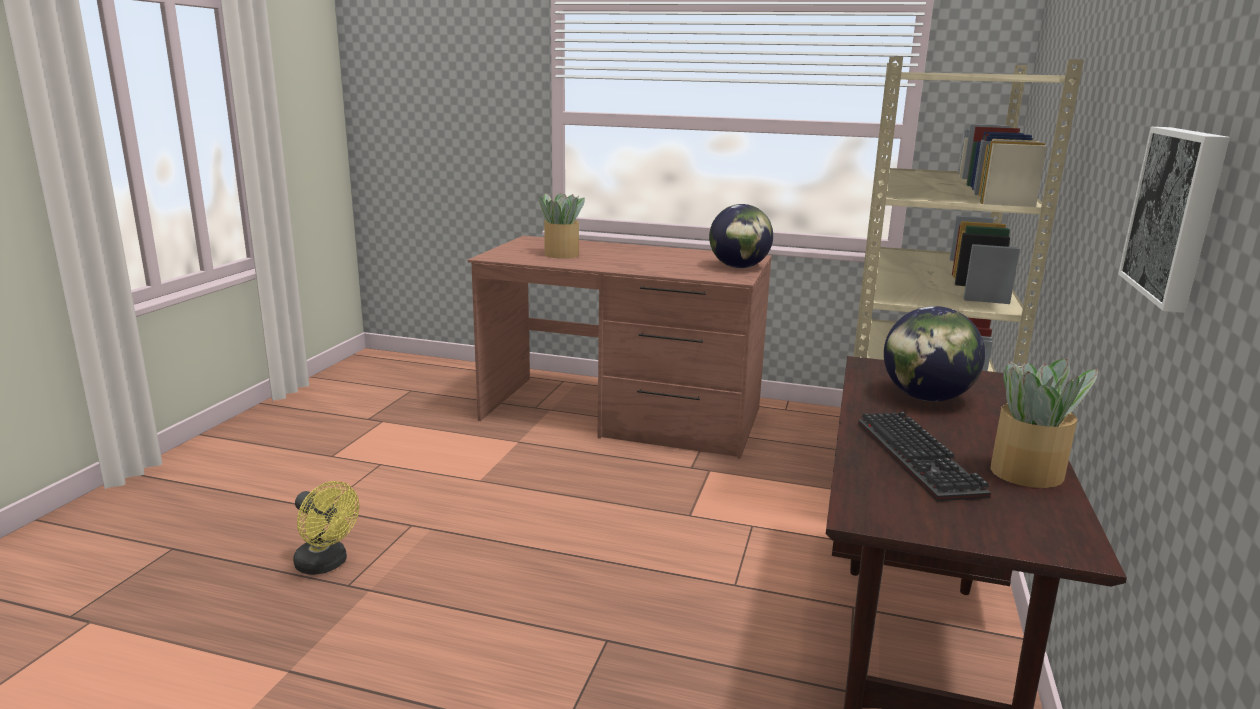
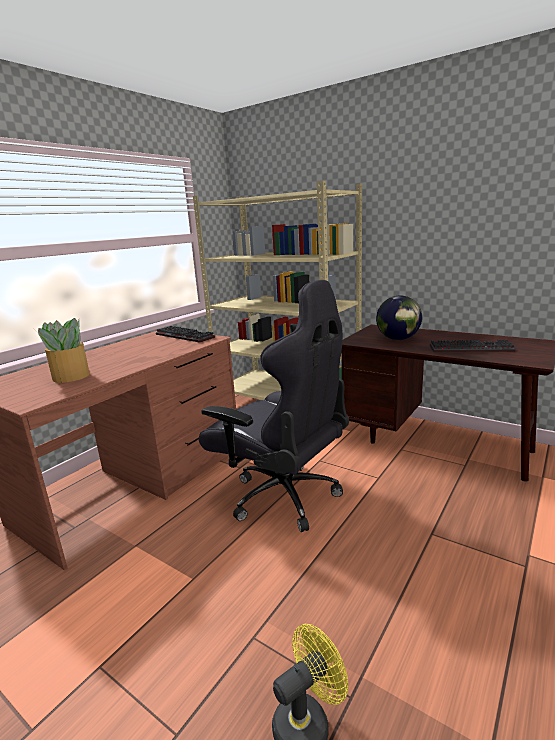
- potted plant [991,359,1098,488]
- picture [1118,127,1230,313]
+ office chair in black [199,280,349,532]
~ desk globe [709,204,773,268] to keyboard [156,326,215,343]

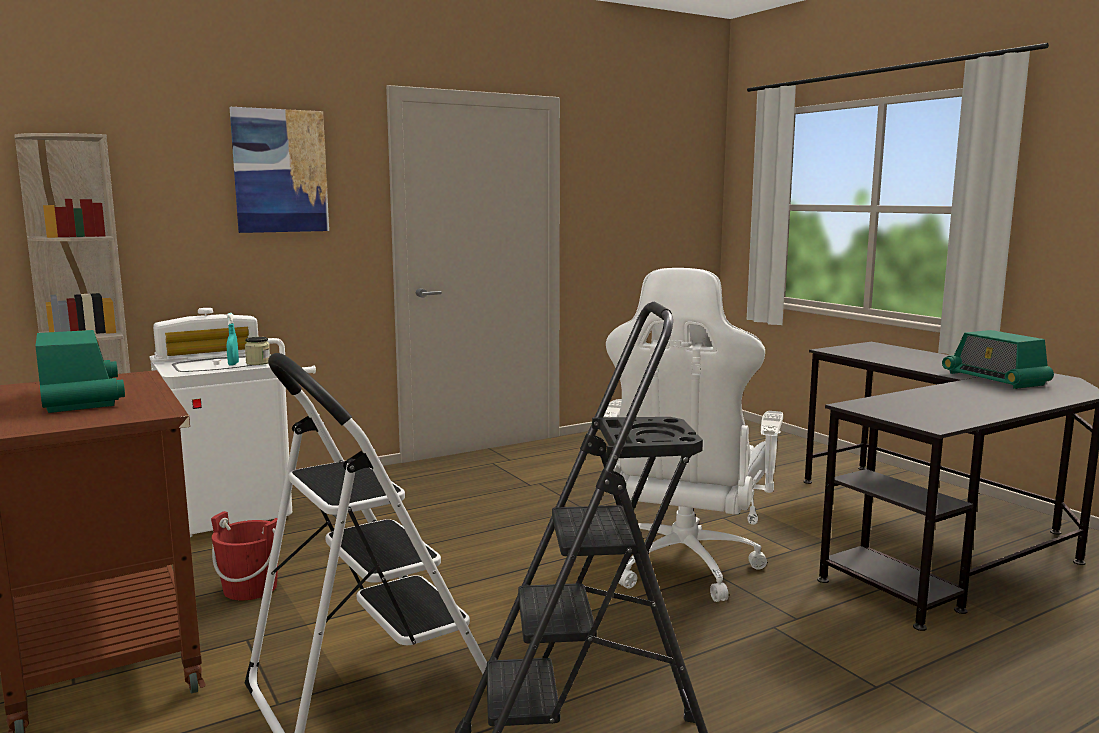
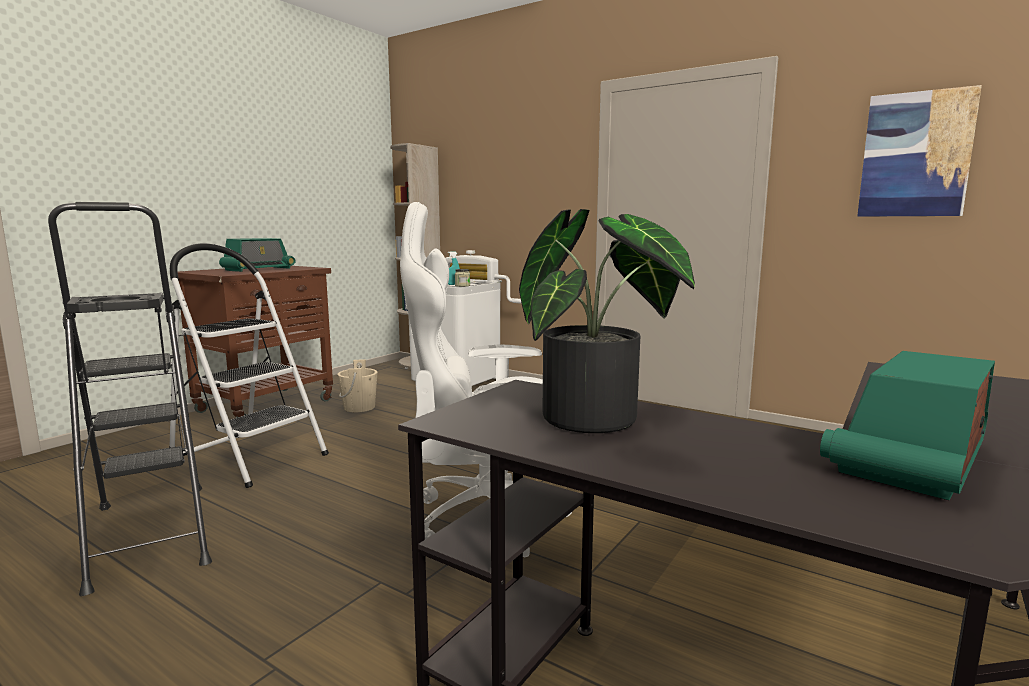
+ potted plant [519,209,695,433]
~ picture [230,107,329,233] to [857,85,982,217]
~ water bucket in red-coloured [211,511,278,600] to water bucket in sand-coloured [337,360,378,412]

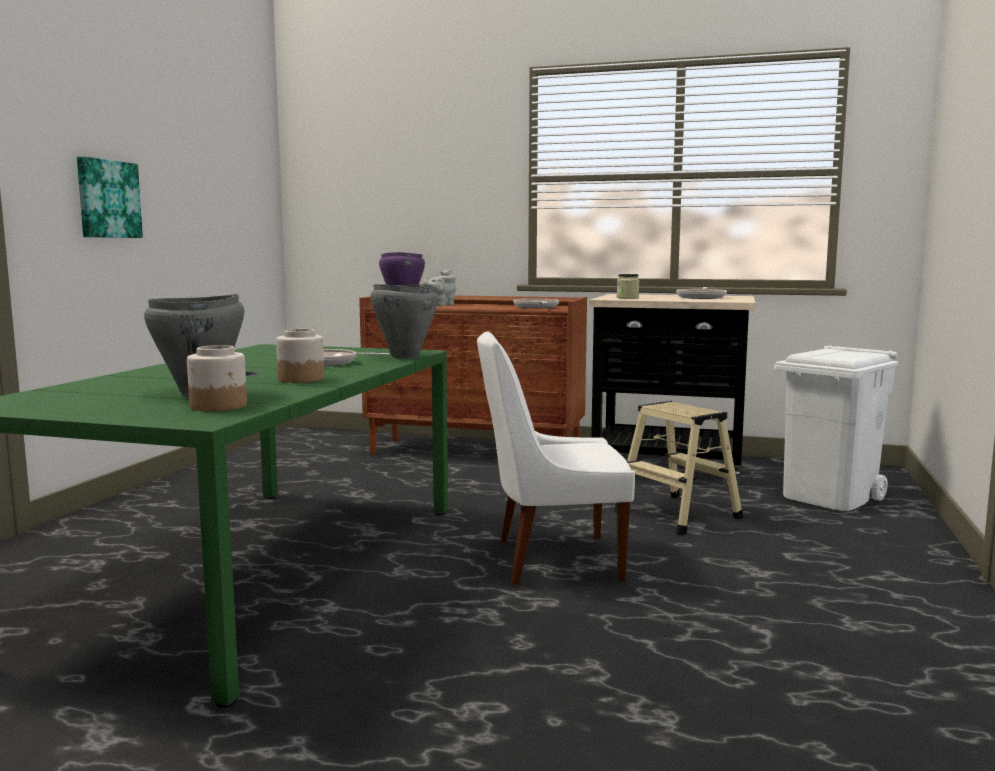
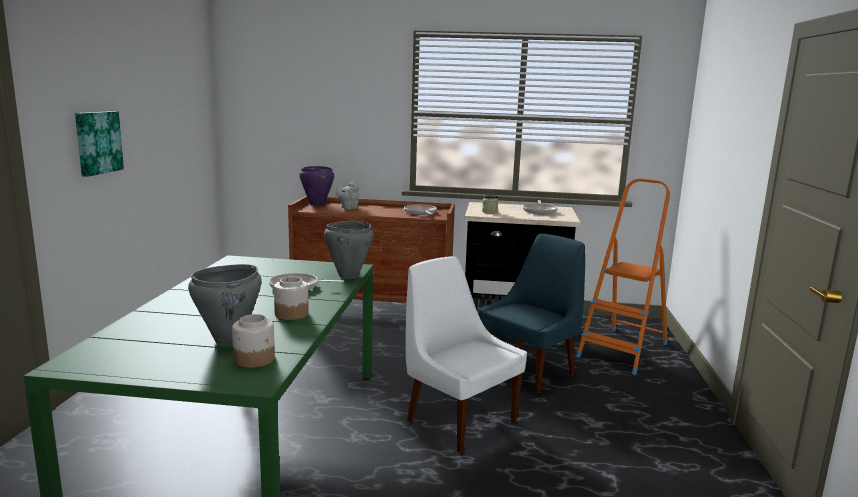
~ step ladder in sand-coloured [614,401,744,535] to chair in bluish [478,233,585,394]
~ trash can in white [774,345,898,511] to step ladder in orangey [576,178,670,375]
~ chair in white [477,332,635,585] = [405,256,527,453] 60 degrees clockwise

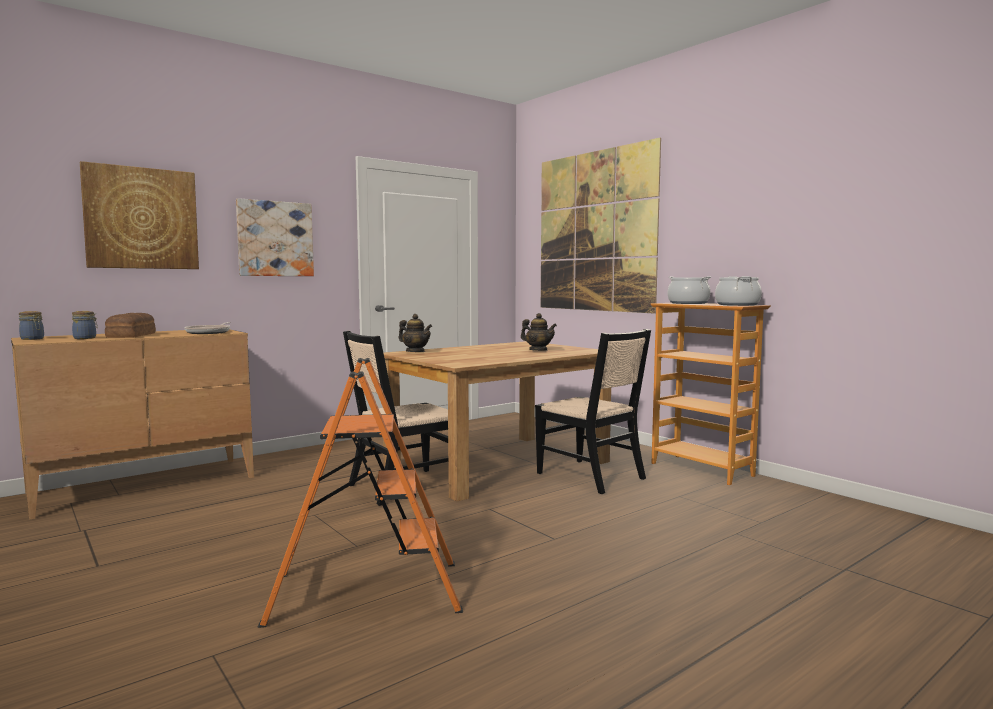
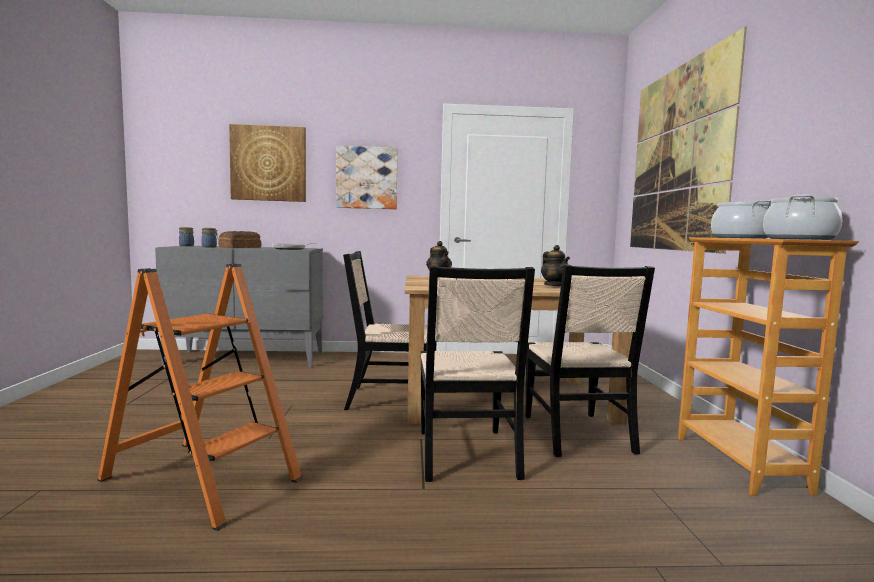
+ chair [421,265,535,482]
~ cupboard in brown [11,329,254,520] to cupboard in greyish [155,246,323,367]

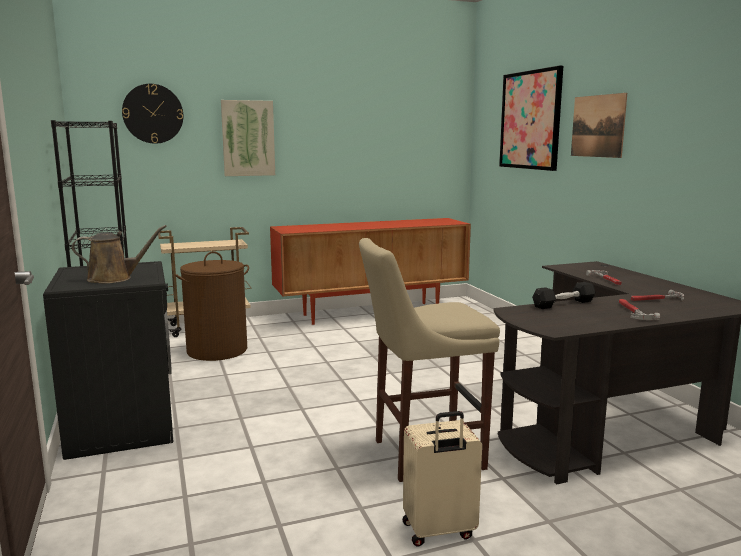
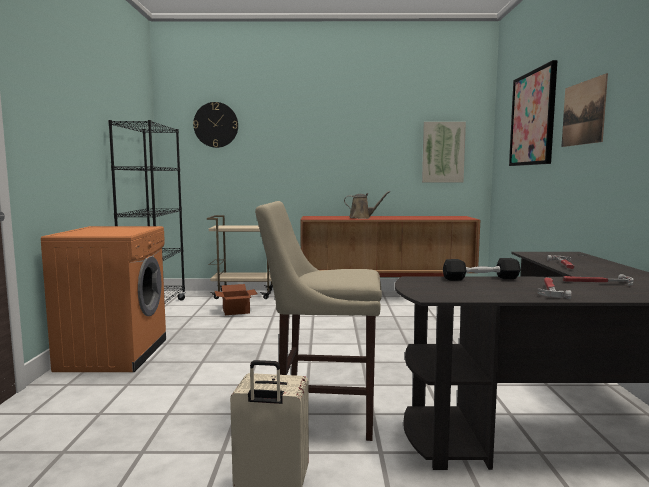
~ watering can in brown [72,225,167,283] to [344,191,390,219]
~ picture [221,100,275,176] to [422,122,466,182]
~ laundry basket in brown [175,251,249,361] to packing box [215,284,257,315]
~ laundry appliance in black [43,261,173,460] to laundry appliance in orangey [41,226,166,372]

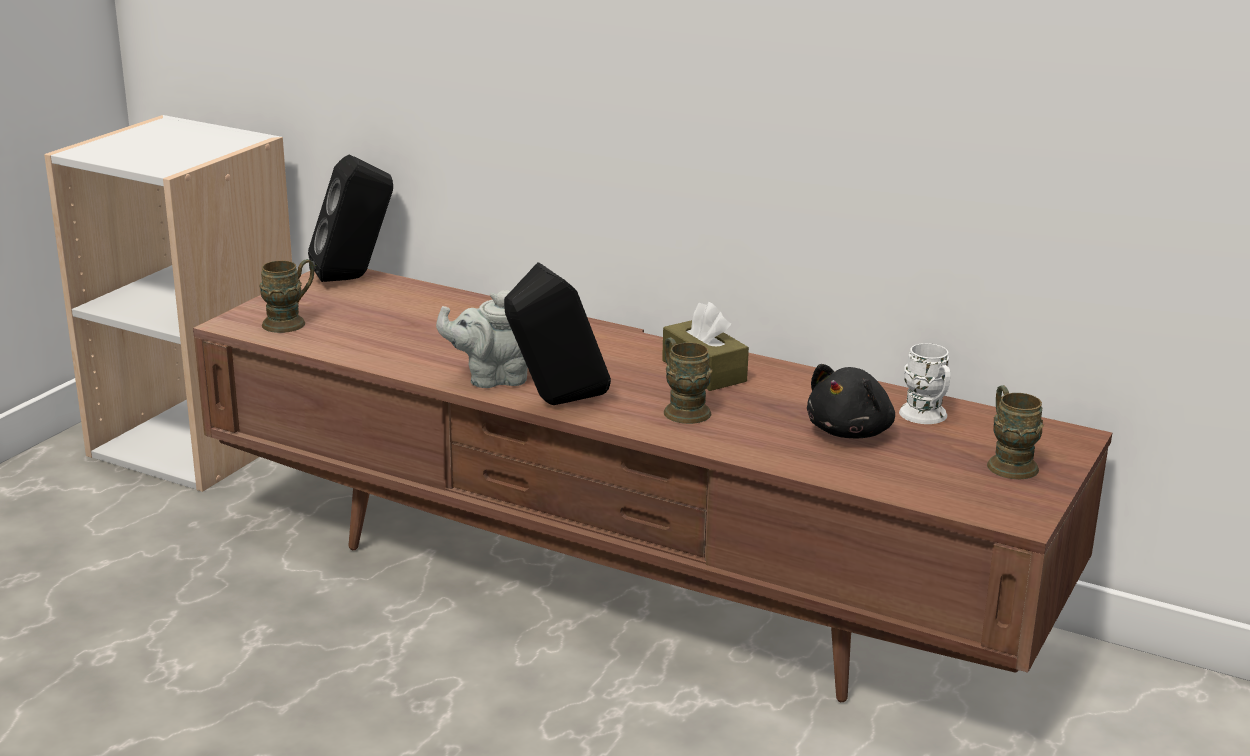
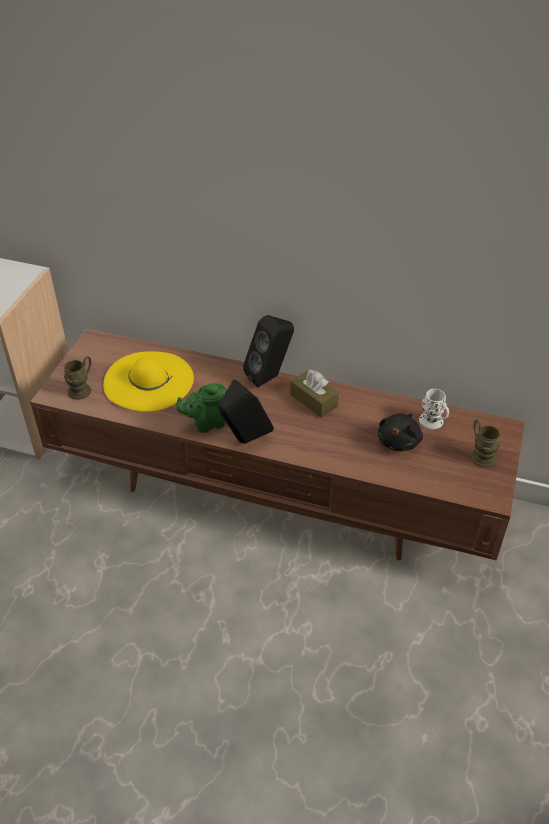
- mug in brown [664,337,712,424]
+ hat in yellowish [103,351,194,412]
~ audio speaker in black [308,155,393,282] to [243,315,294,388]
~ tea pot in greyish [436,290,528,388] to tea pot in greenish [176,383,227,433]

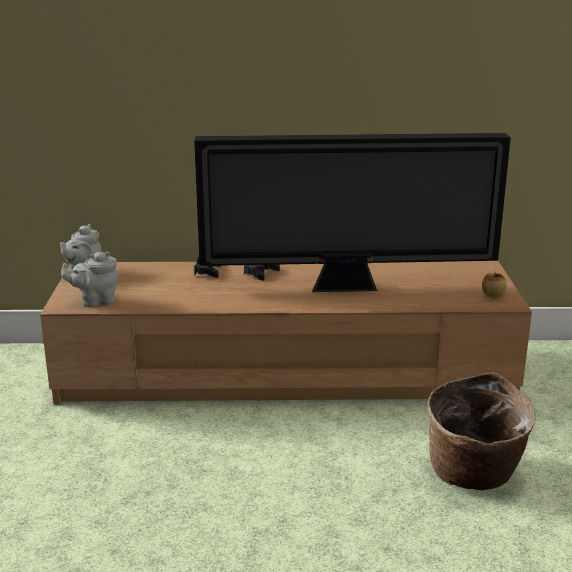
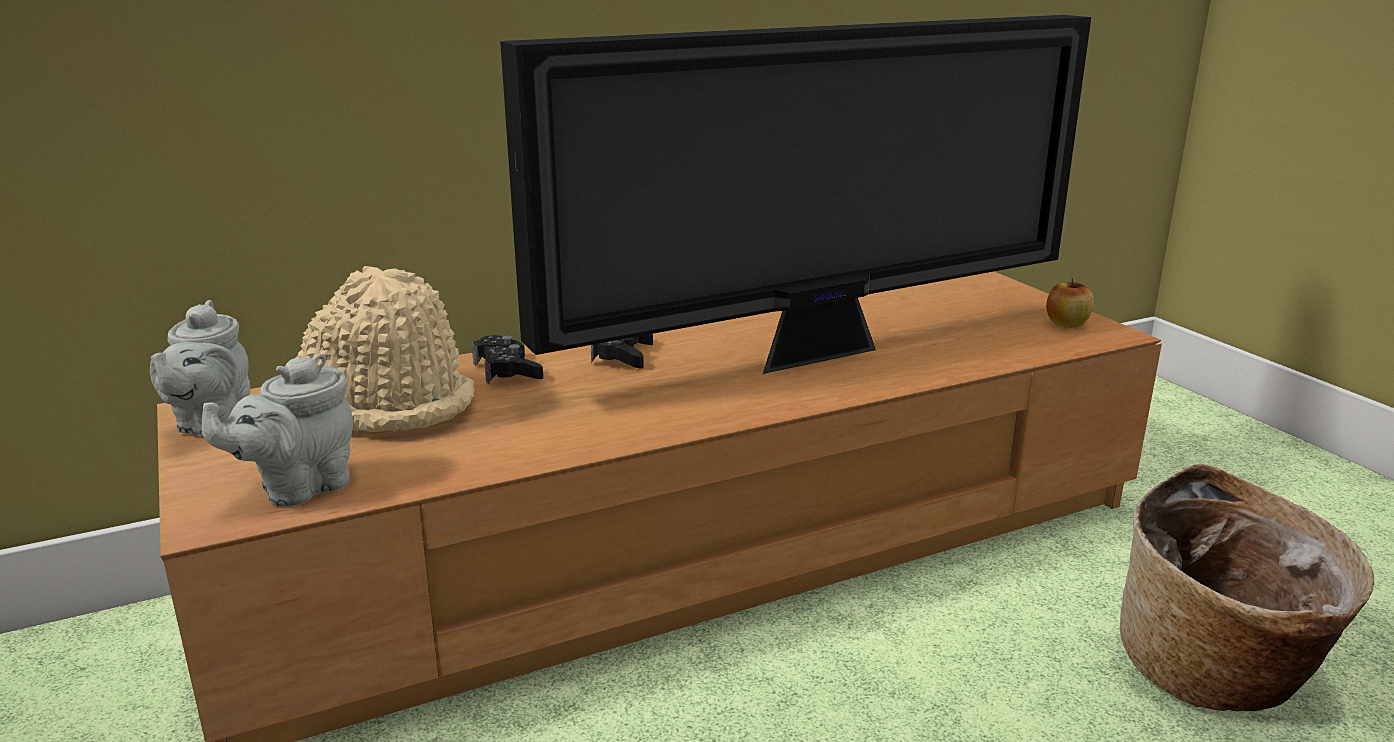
+ hat in sand-coloured [296,266,474,432]

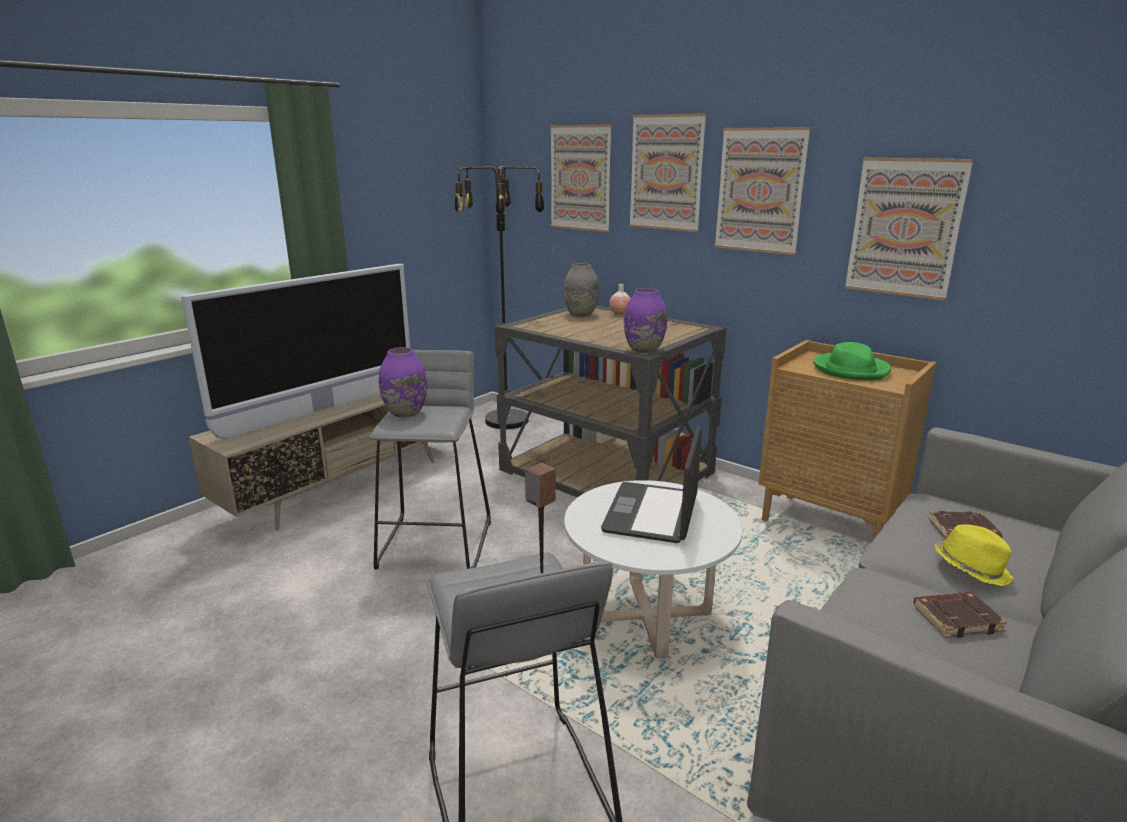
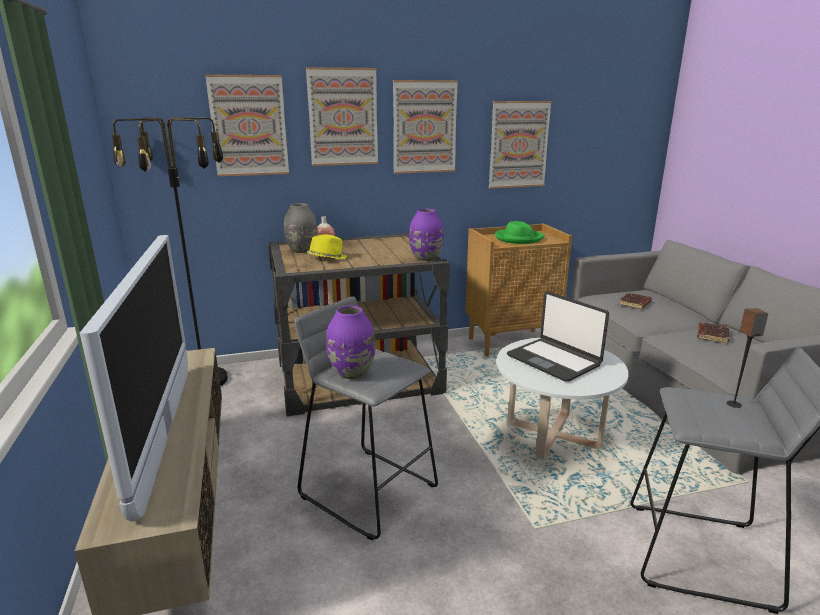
~ hat in yellowish [935,524,1014,586] to [306,234,347,259]

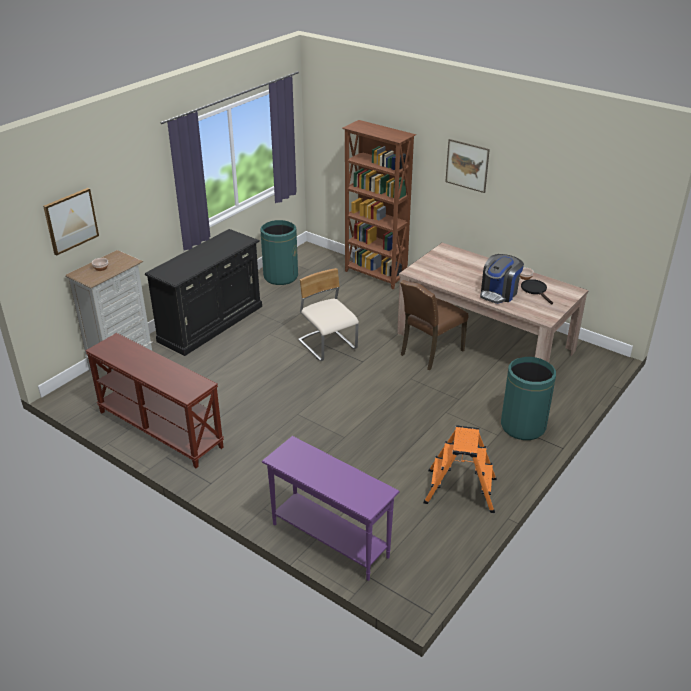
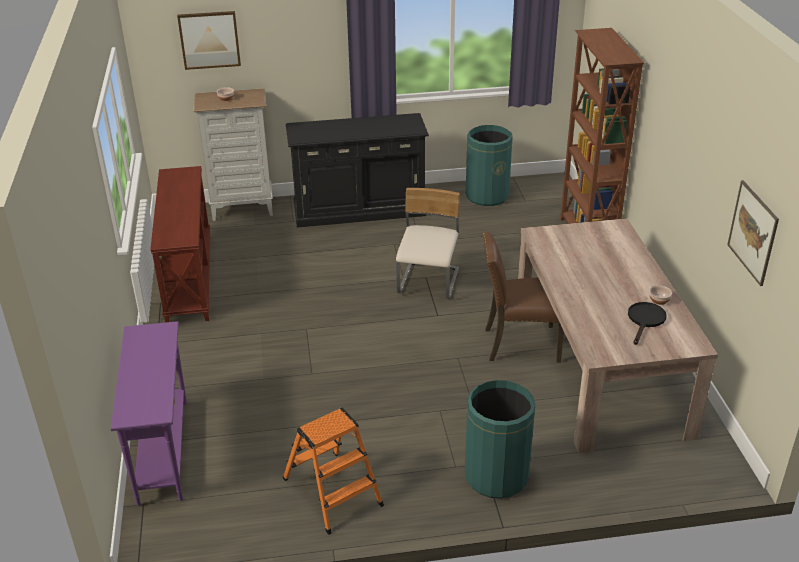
- coffee brewer [480,254,524,304]
~ picture [445,139,490,193] to [727,180,779,286]

